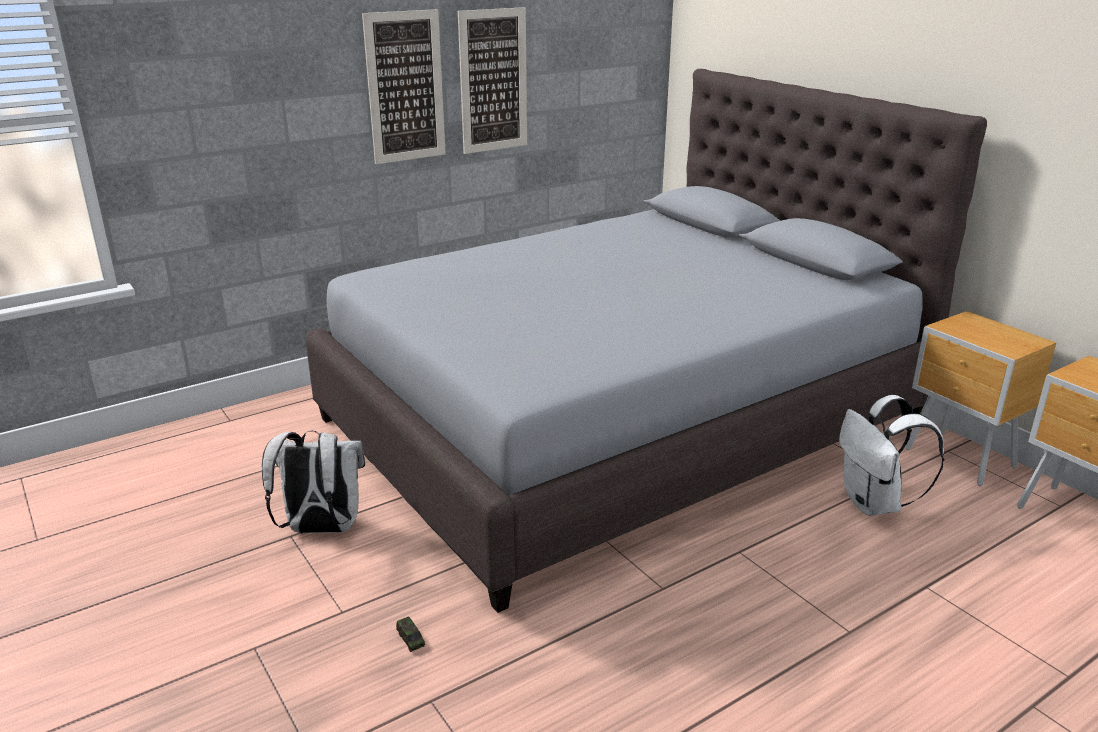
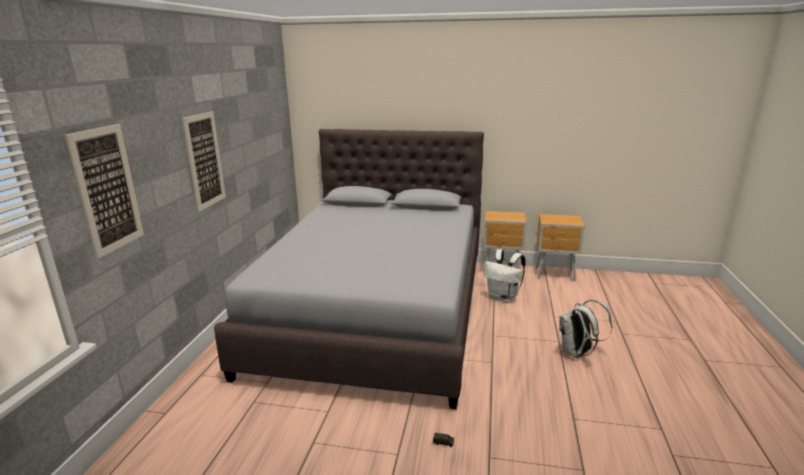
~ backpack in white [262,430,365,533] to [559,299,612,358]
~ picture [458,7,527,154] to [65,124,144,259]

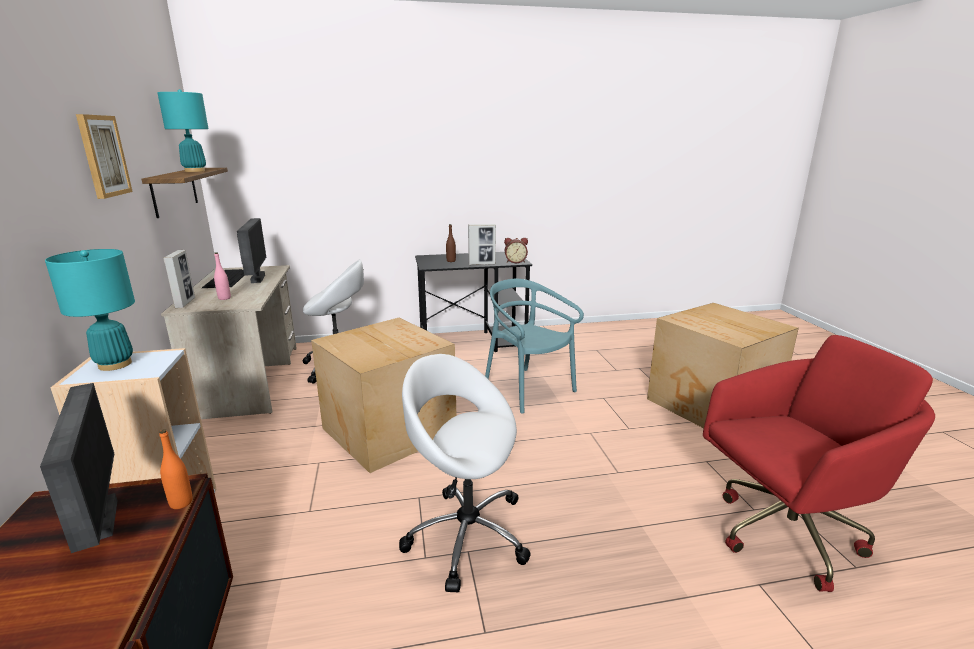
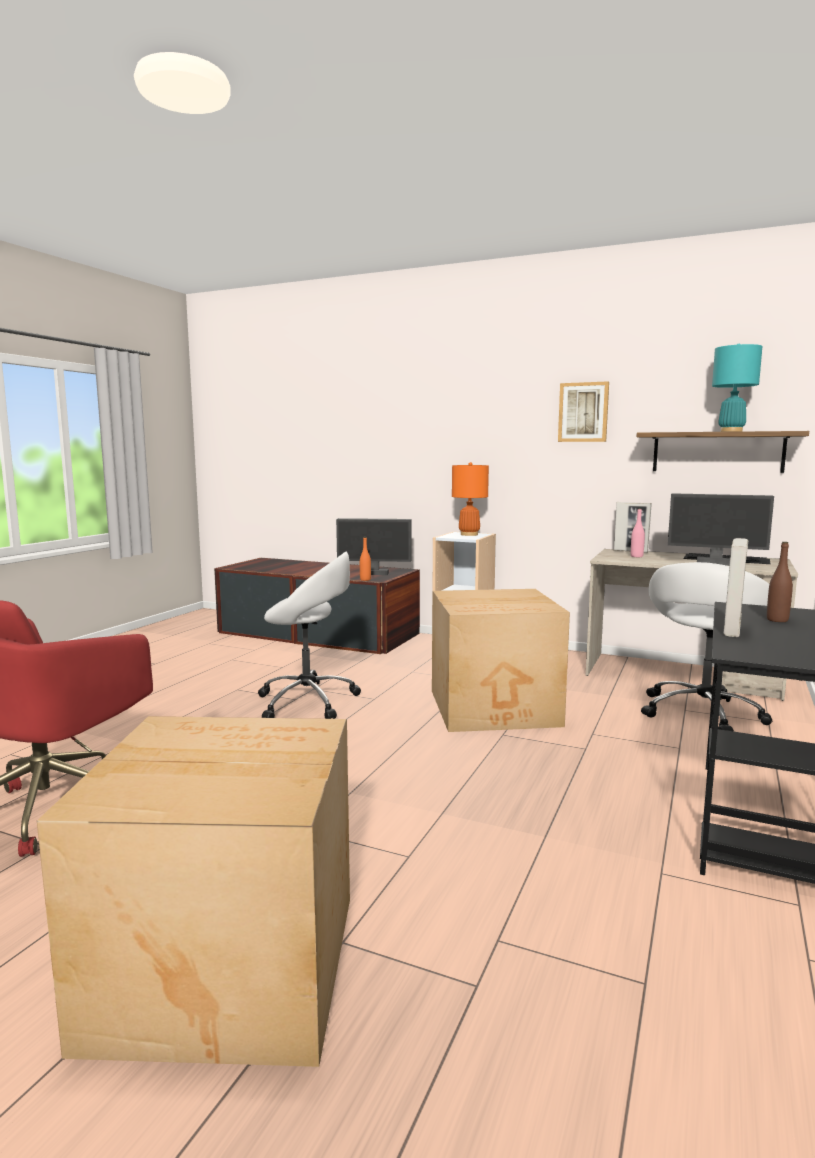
- chair in turquoise-coloured [485,279,584,414]
- alarm clock [504,238,528,263]
~ tabletop lamp in turquoise-coloured [45,249,135,371] to tabletop lamp in orangey [452,462,489,536]
~ office chair in white [399,354,531,592] = [258,552,361,719] 45 degrees clockwise

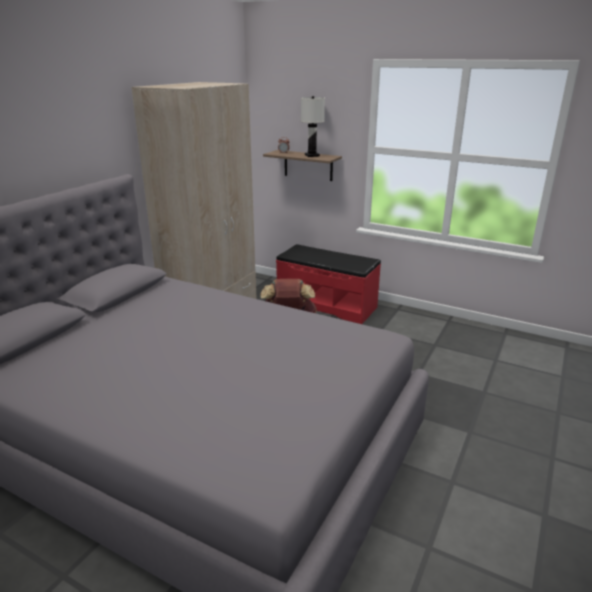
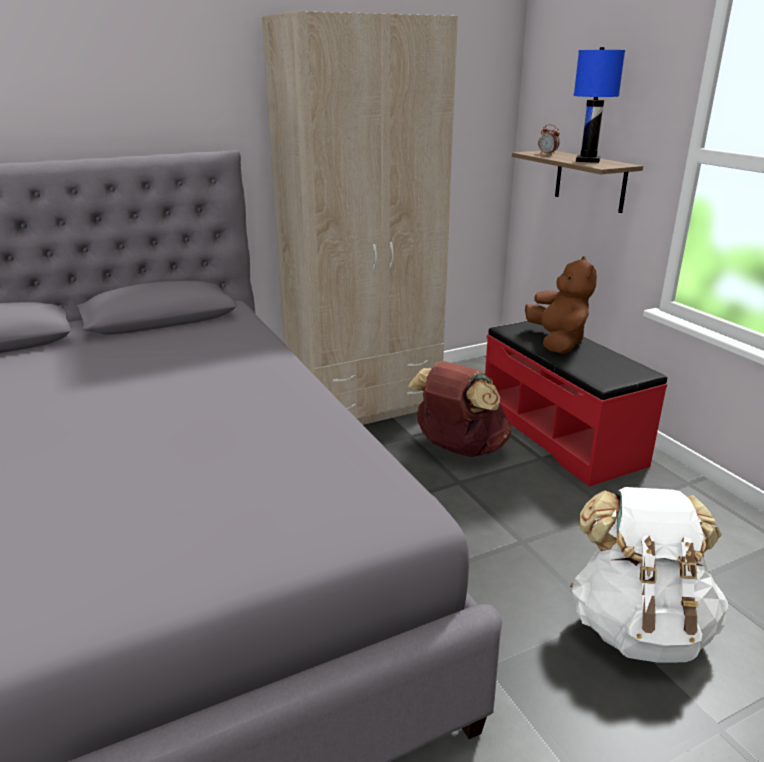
+ plush toy in brown [525,256,597,354]
+ backpack in white [570,487,728,663]
~ tabletop lamp in white [301,96,325,157] to tabletop lamp in bluish [574,47,625,163]

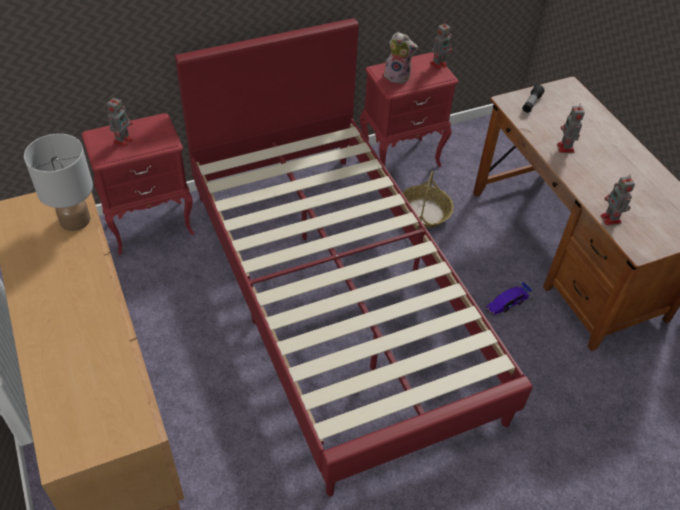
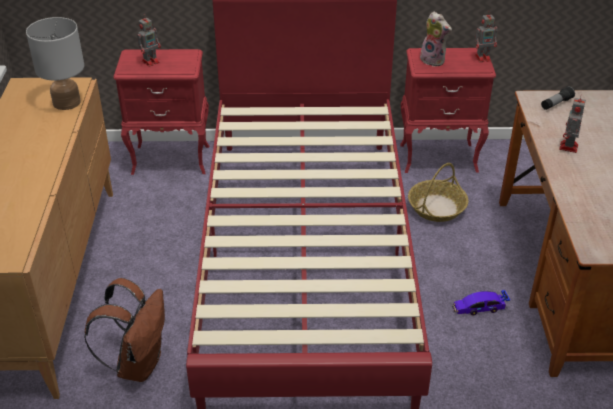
- toy robot [600,174,635,225]
+ backpack in brown [84,278,165,382]

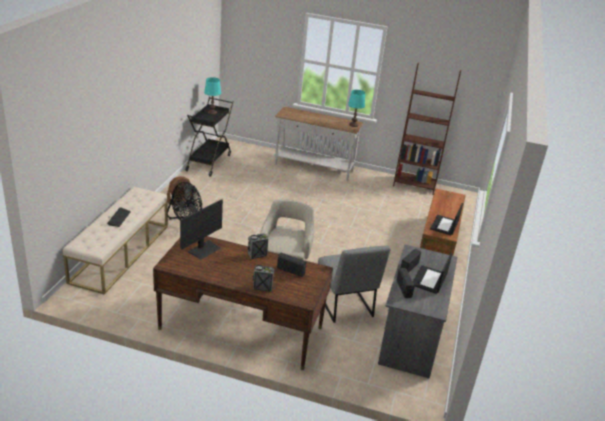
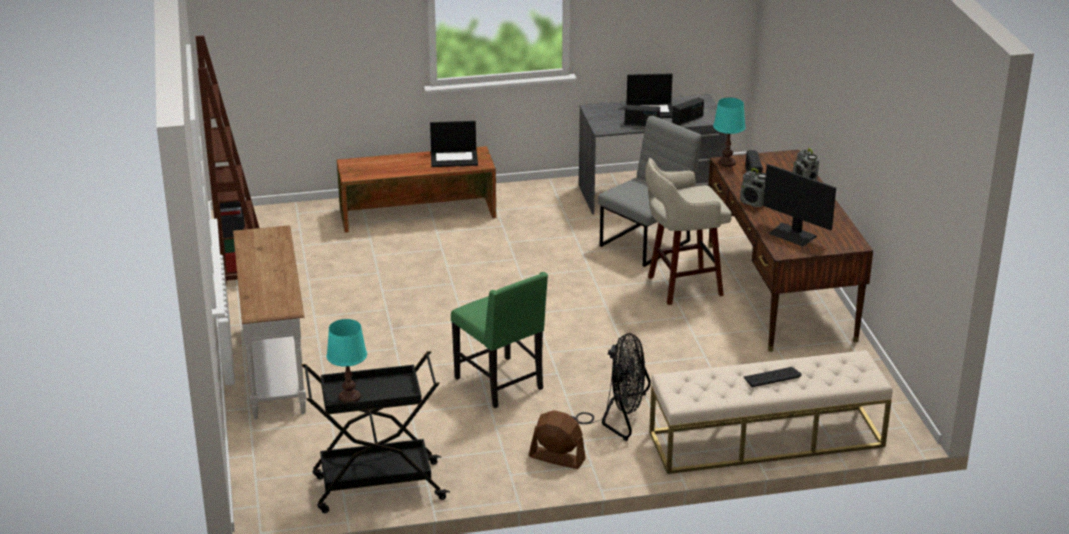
+ chair in greenish [451,272,548,408]
~ tabletop lamp in turquoise-coloured [348,90,365,127] to [713,97,746,167]
~ computer display [180,199,223,260] = [763,164,836,247] 150 degrees counterclockwise

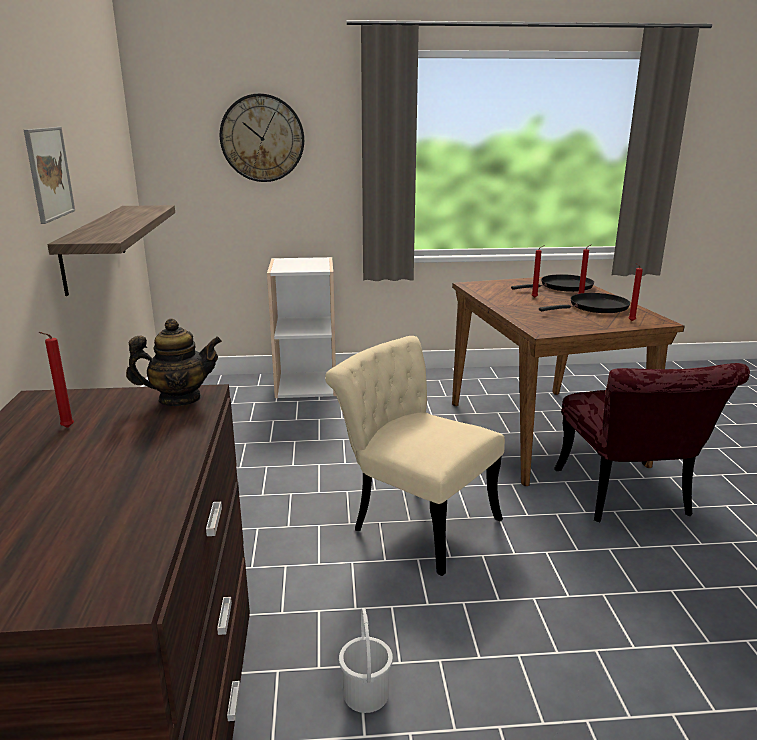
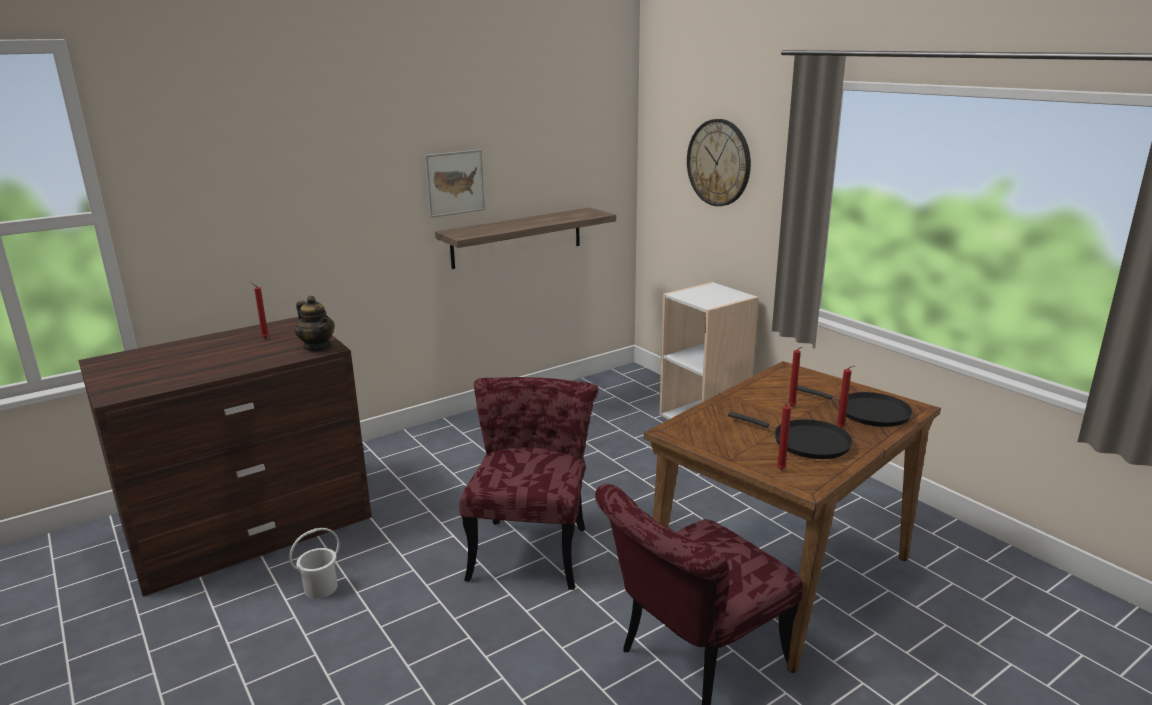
~ chair in sand-coloured [325,336,505,576] to chair in red-coloured [459,377,598,590]

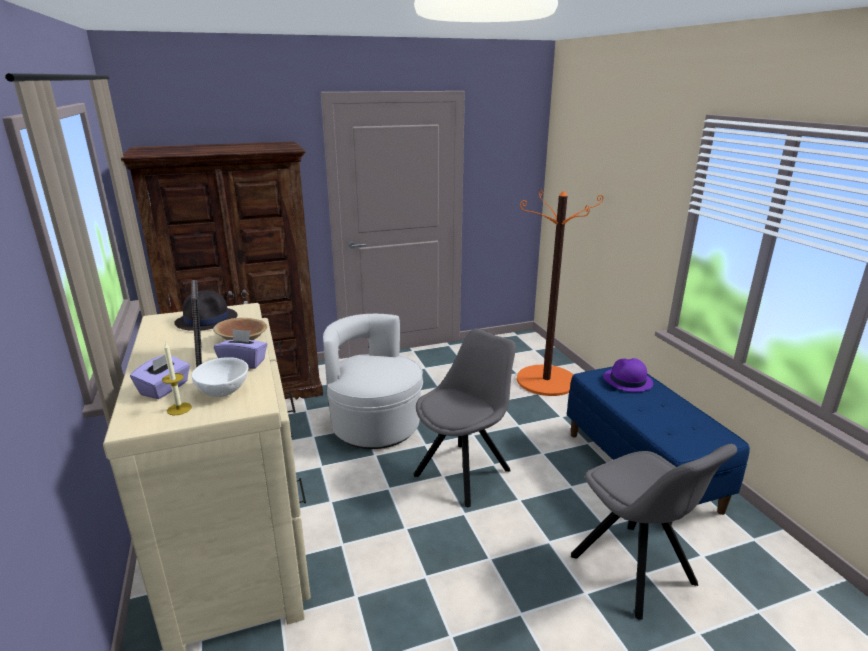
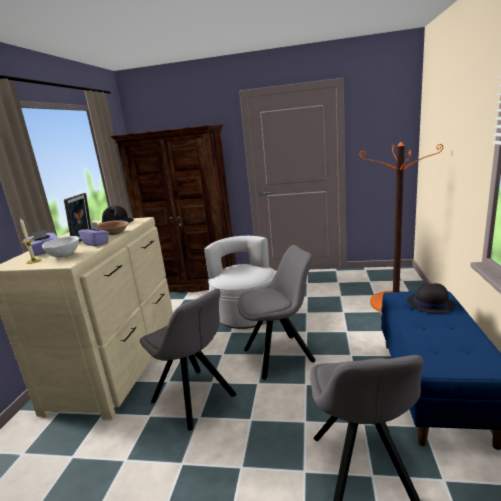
+ chair in greyish [140,288,236,431]
~ hat in purple-coloured [603,358,653,392] to hat in black [407,282,456,313]

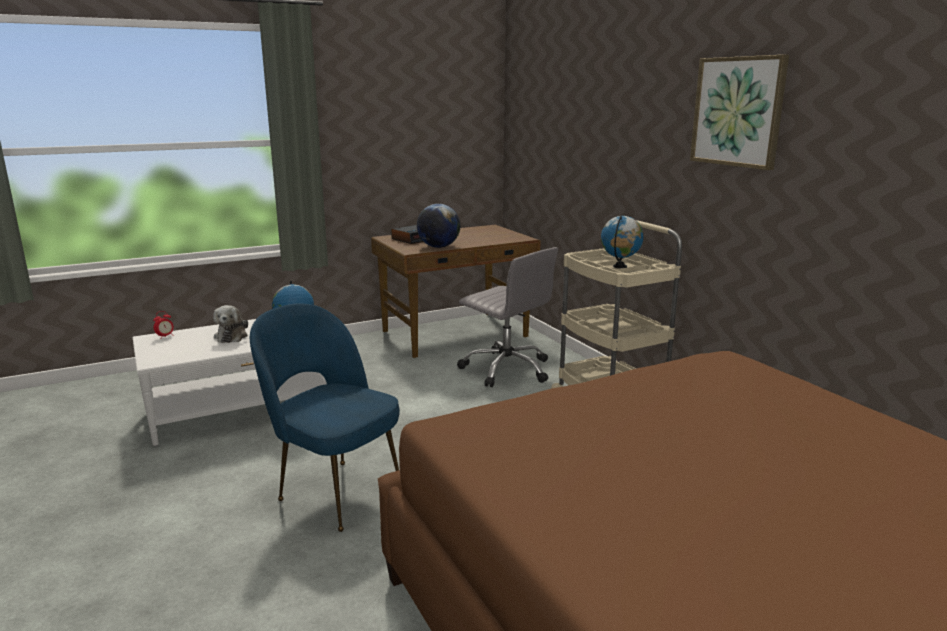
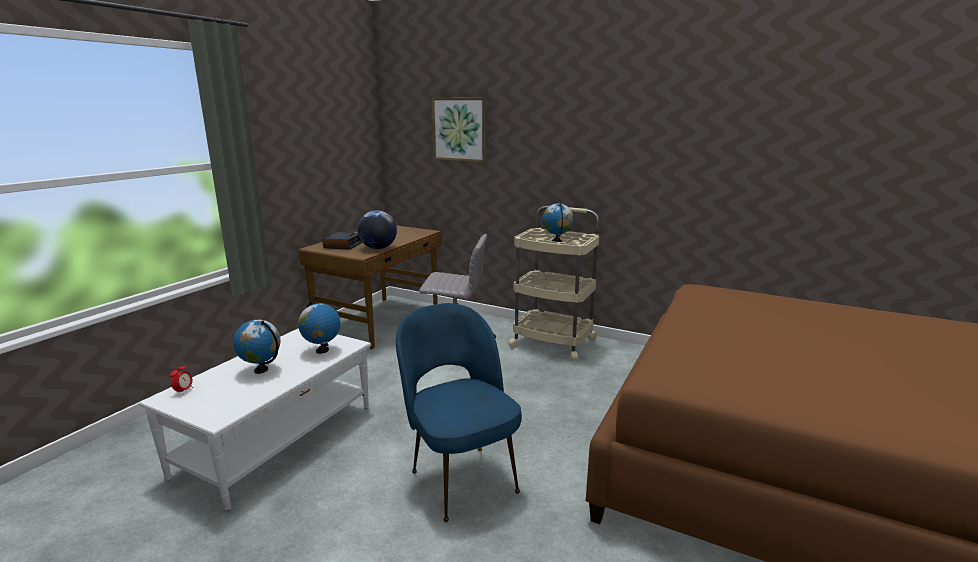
~ picture [690,55,789,170] to [432,98,486,162]
~ plush toy [213,305,248,343] to desk globe [233,320,280,374]
~ chair in bluish [250,303,400,532] = [396,303,522,522] 60 degrees clockwise

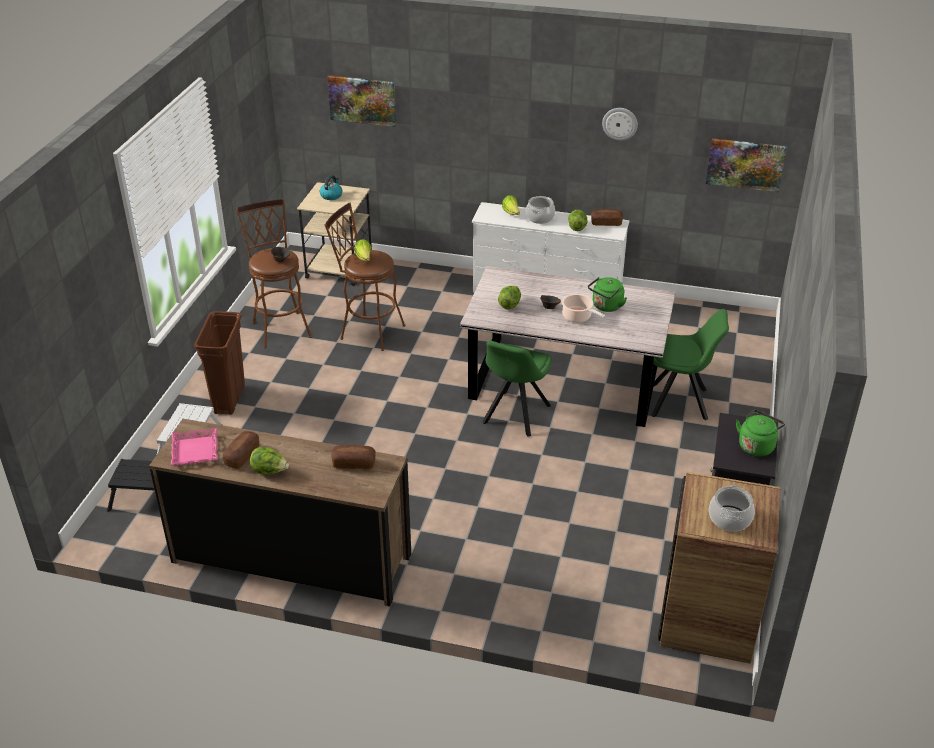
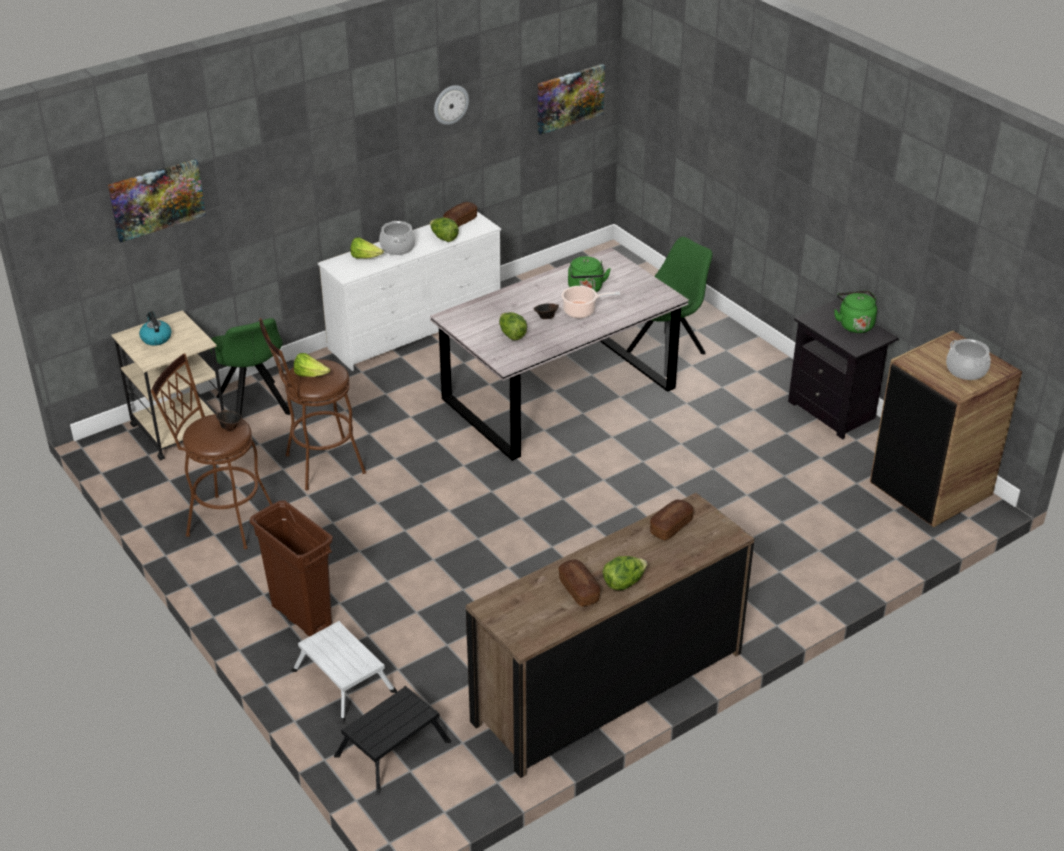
- tray in pink-coloured [171,428,218,465]
~ chair in greenish [482,340,552,437] to [210,318,290,415]

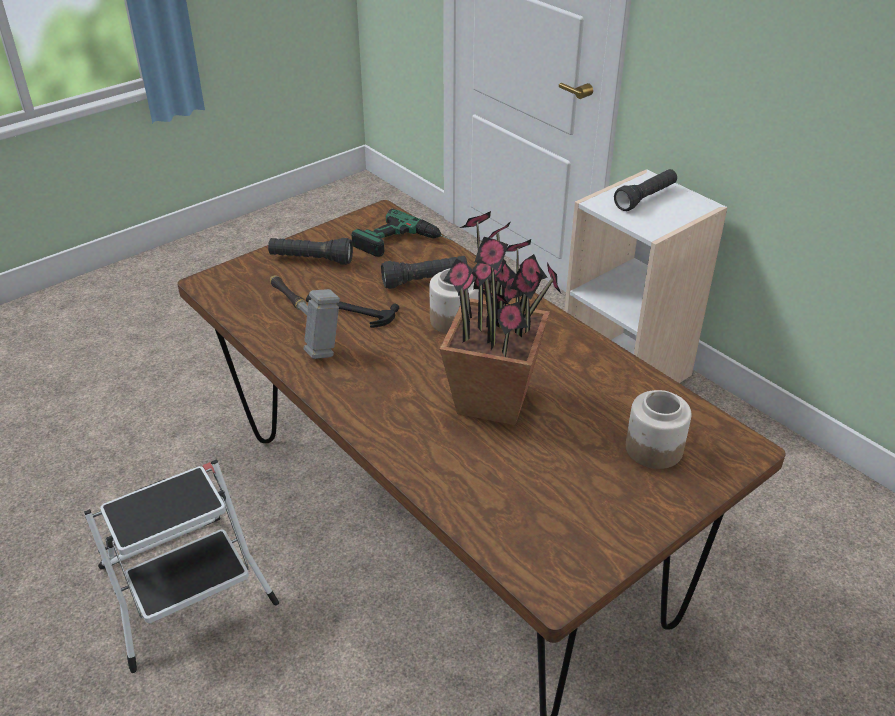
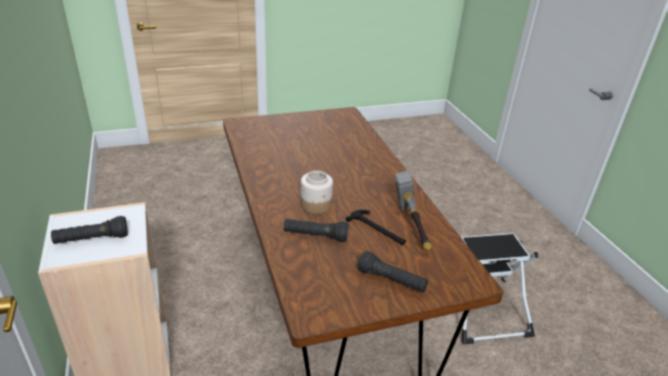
- drill [351,209,452,257]
- potted plant [440,211,561,425]
- preserve jar [626,390,692,469]

